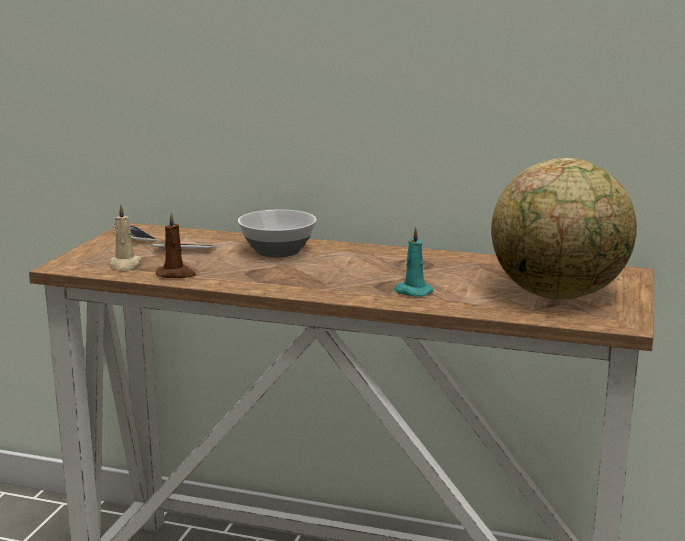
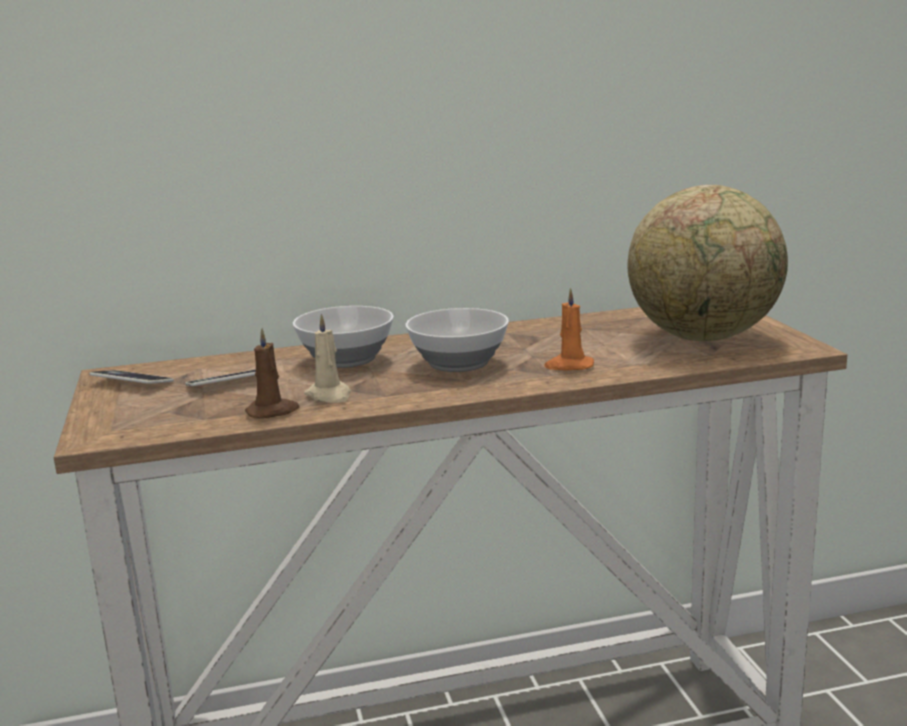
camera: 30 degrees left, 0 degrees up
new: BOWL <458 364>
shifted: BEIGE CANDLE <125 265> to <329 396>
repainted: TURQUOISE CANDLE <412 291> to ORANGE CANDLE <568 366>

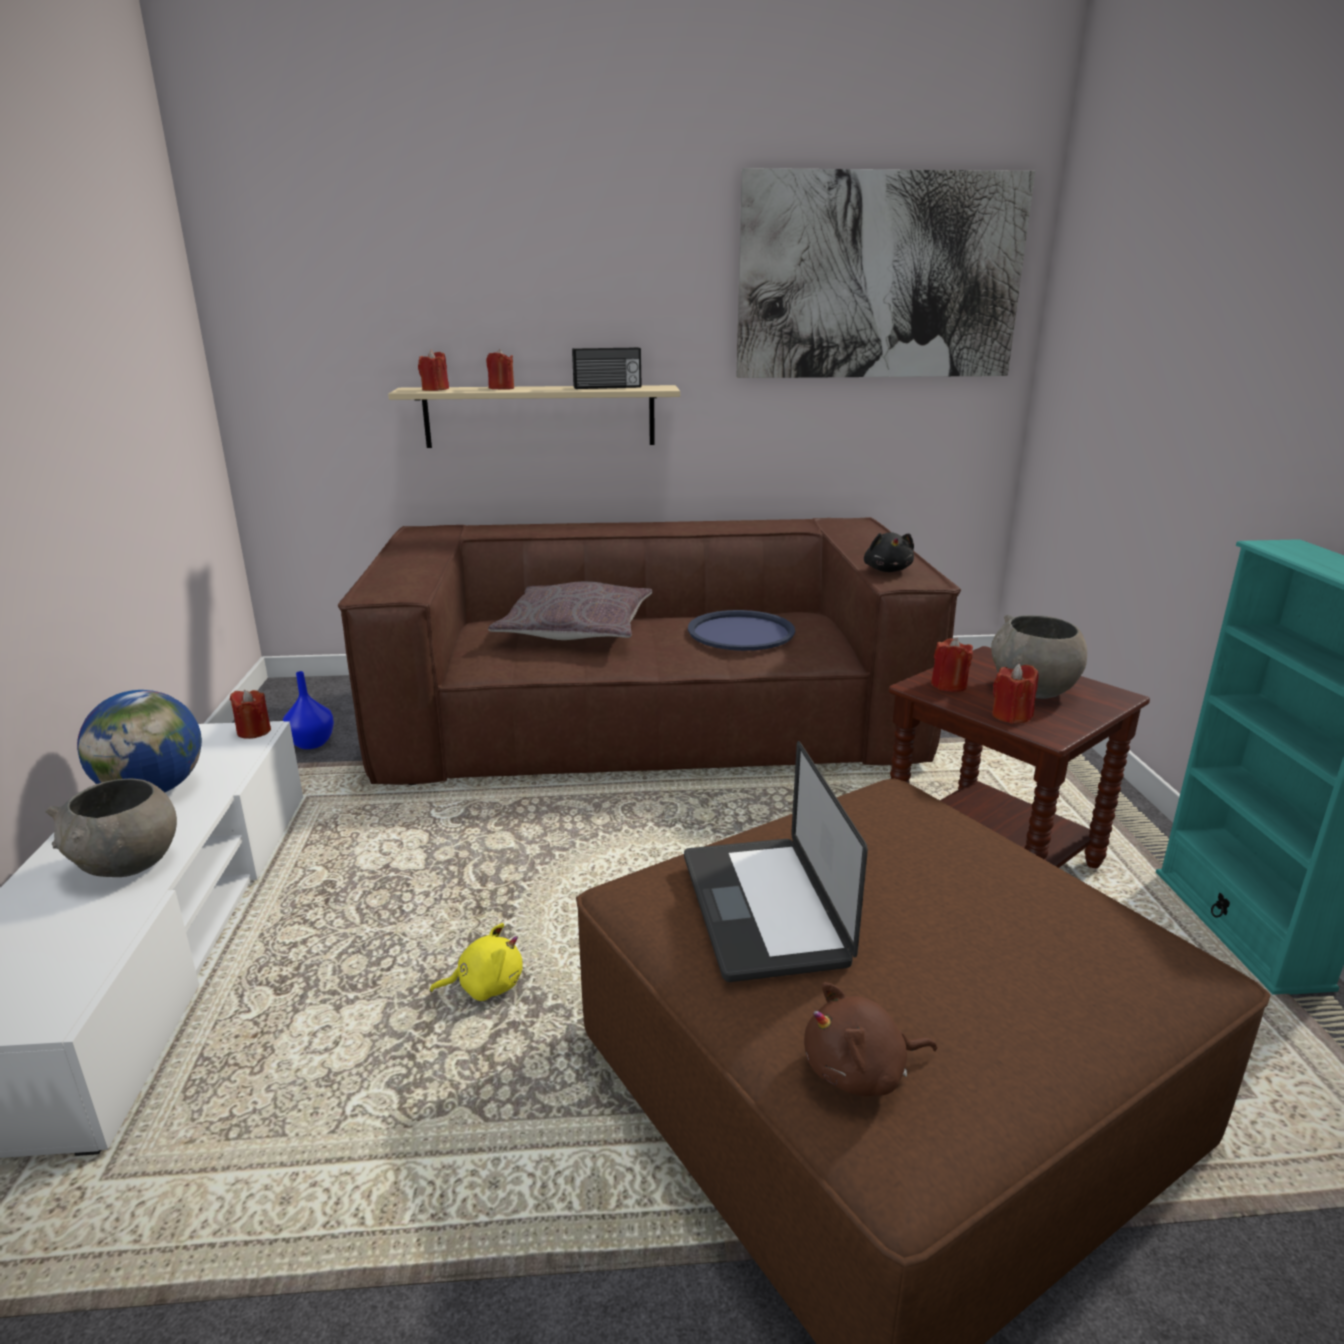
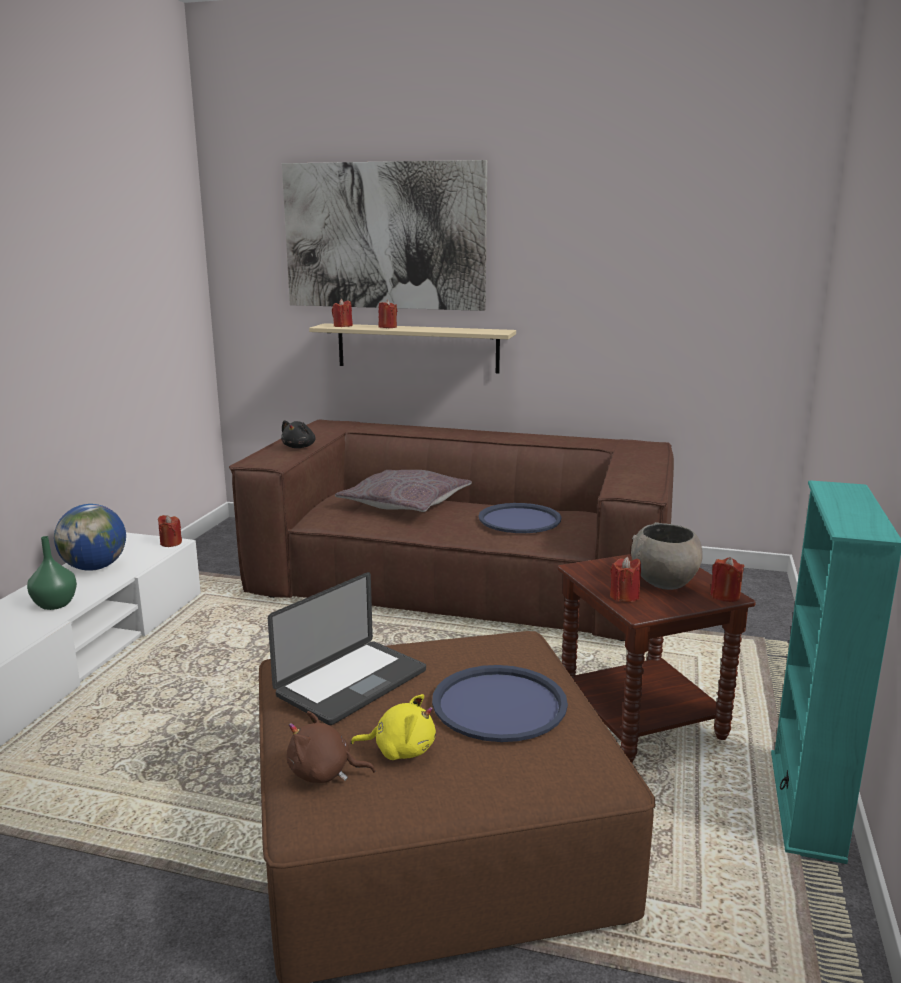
camera: 20 degrees right, 5 degrees down
gone: RADIO <607 387>; BLUE VASE <312 743>
new: BLUE TRAY <499 704>
shifted: PICTURE <879 277> to <384 236>; BLACK PLUSH TOY <887 570> to <299 447>; RED CANDLE <949 685> to <725 596>; YELLOW PLUSH TOY <485 985> to <400 750>
swapped: GREY BOWL <128 865> to GREEN VASE <56 605>
rotated: LAPTOP <763 908> = <352 683> 150 degrees counterclockwise

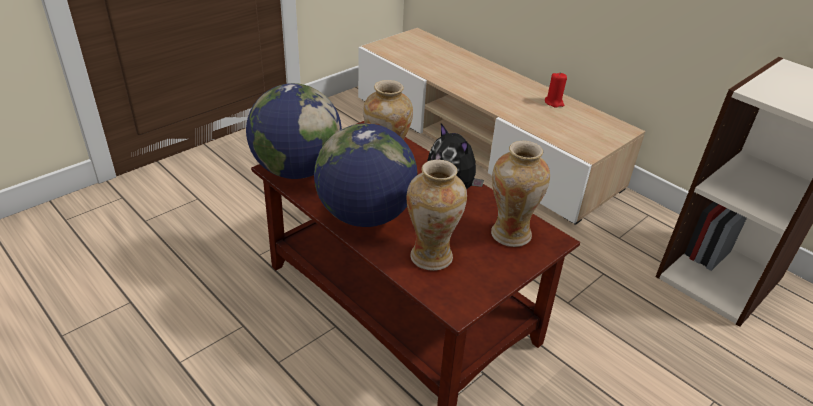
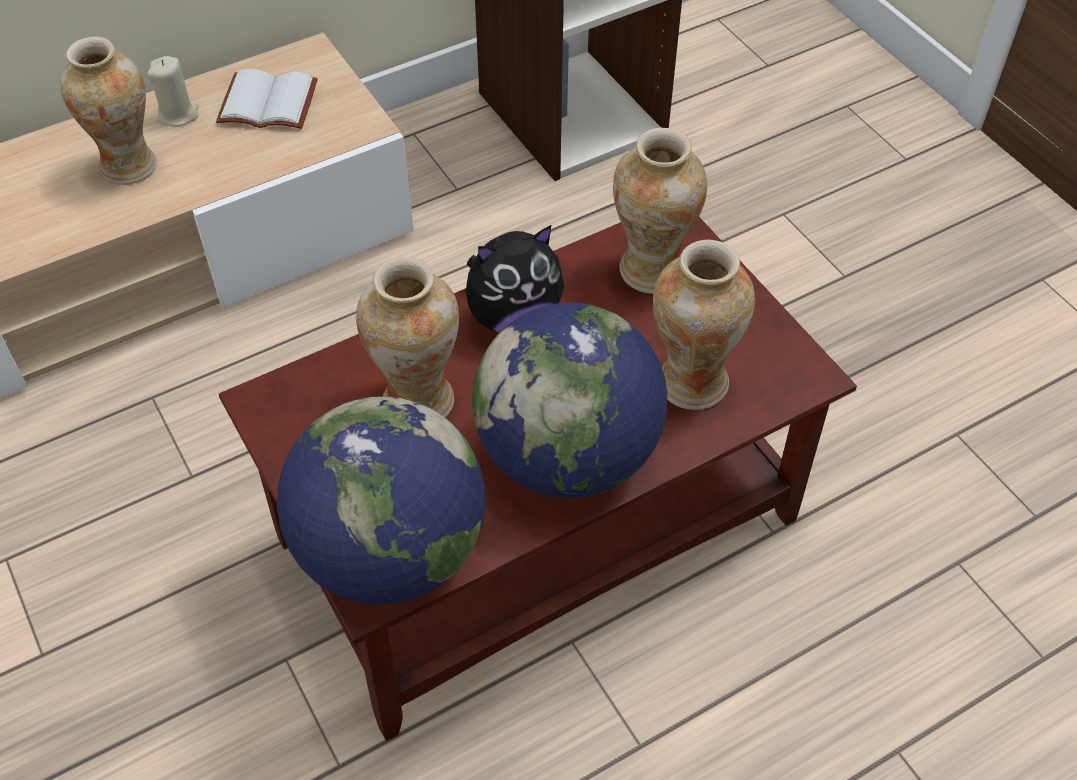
camera: 75 degrees left, 15 degrees up
new: VASE <129 166>; WHITE BOOK <266 105>
repainted: RED CANDLE <554 102> to BEIGE CANDLE <178 114>

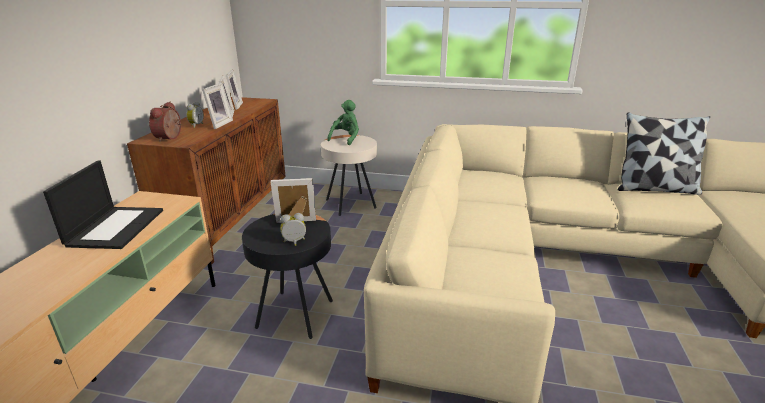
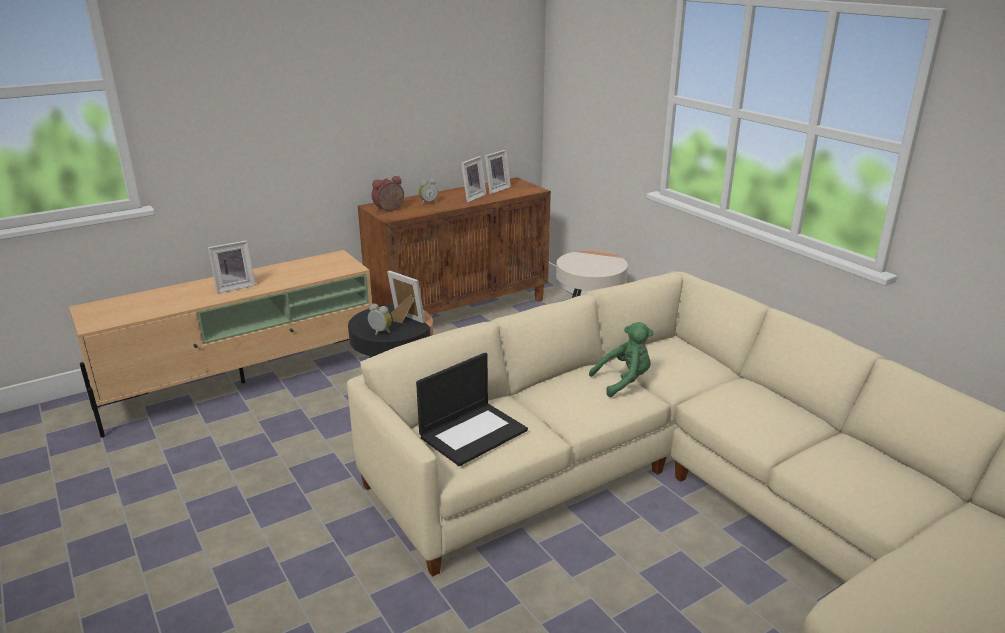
camera: 45 degrees right, 0 degrees up
gone: PILLOW <654 188>
shifted: PICTURE FRAME <218 124> to <234 286>; GREEN PLUSH TOY <346 138> to <624 381>; LAPTOP <116 227> to <473 433>

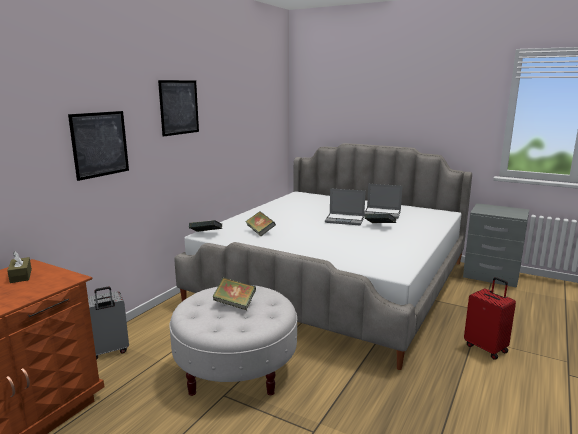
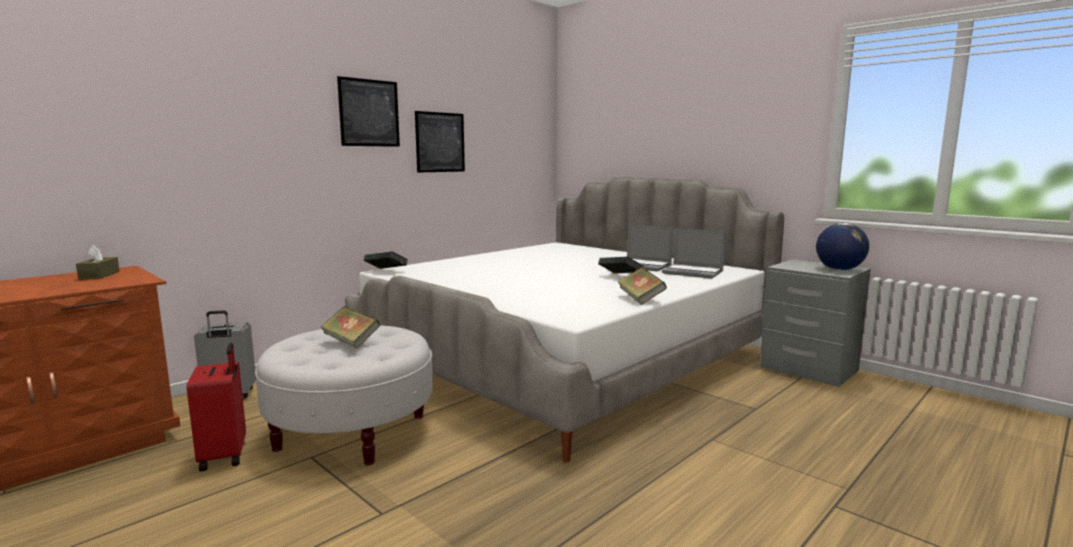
camera: 15 degrees right, 5 degrees down
new: GLOBE <839 269>
shifted: PICTURE <100 144> to <440 142>; LAPTOP <345 220> to <693 272>; BOOK <260 232> to <640 299>; RED SUITCASE <486 348> to <225 456>

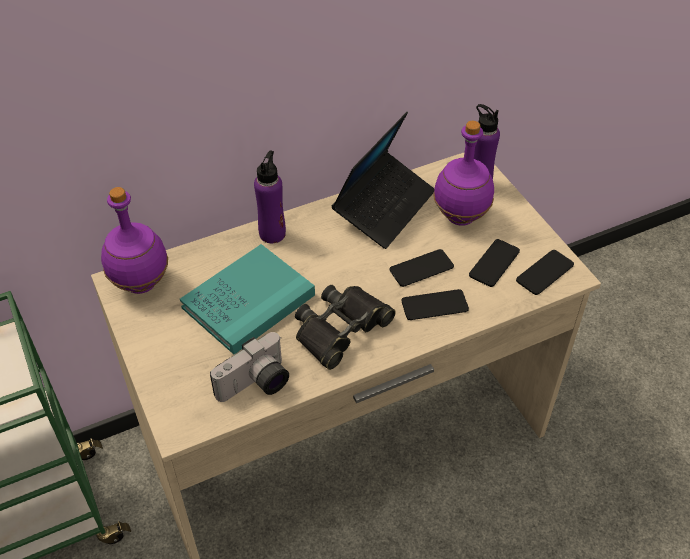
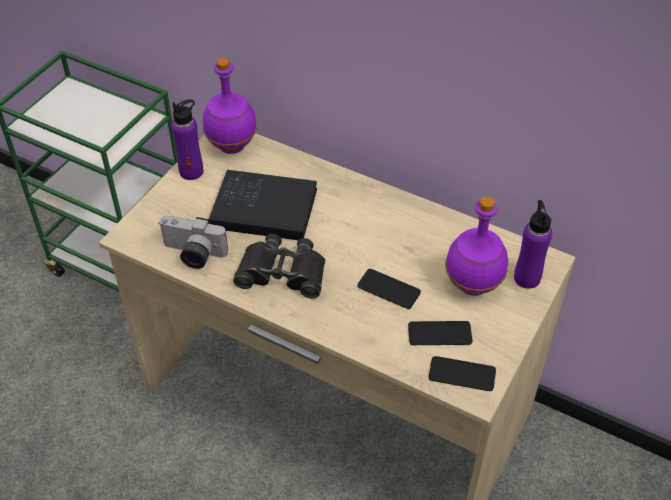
camera: 55 degrees right, 0 degrees up
gone: LAPTOP <384 207>; PHONE <434 305>
shifted: PURPLE BOTTLE <272 233> to <191 171>
repainted: TURQUOISE BOOK <248 301> to BLACK BOOK <264 208>

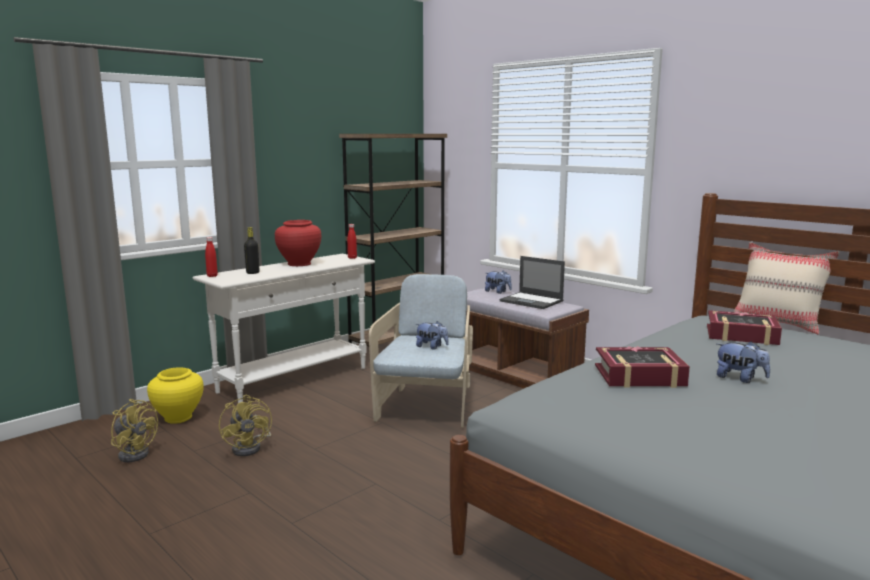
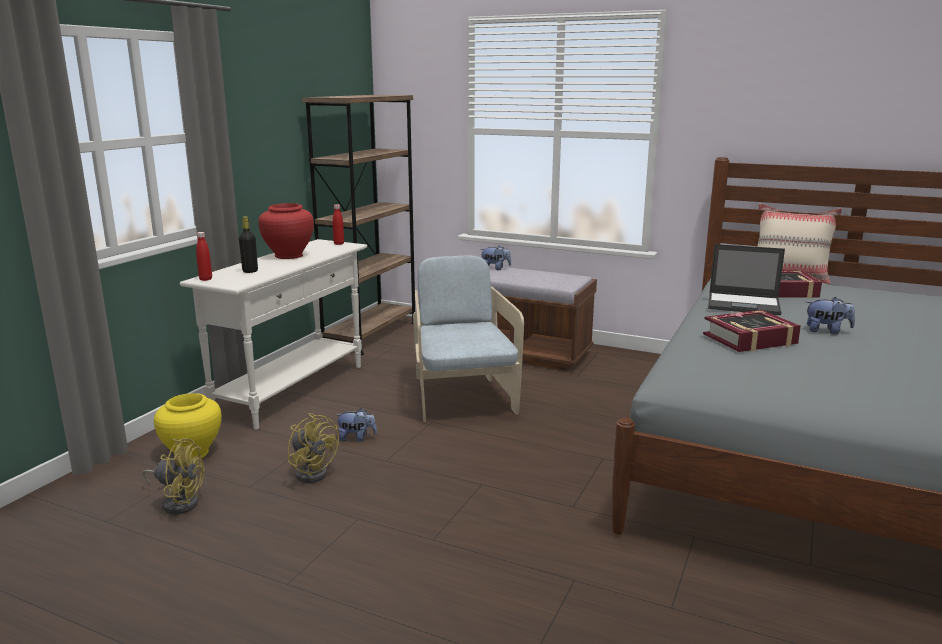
camera: 20 degrees left, 5 degrees up
shifted: LAPTOP <532 301> to <744 304>; PLUSH TOY <431 347> to <357 438>

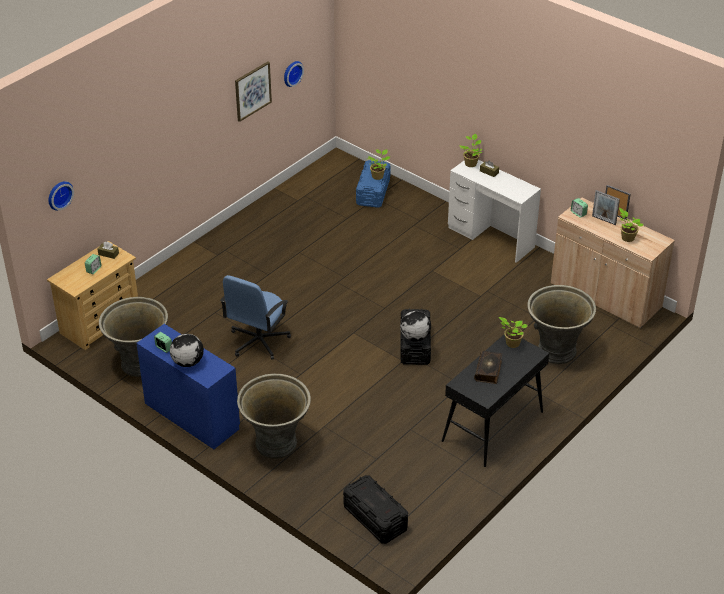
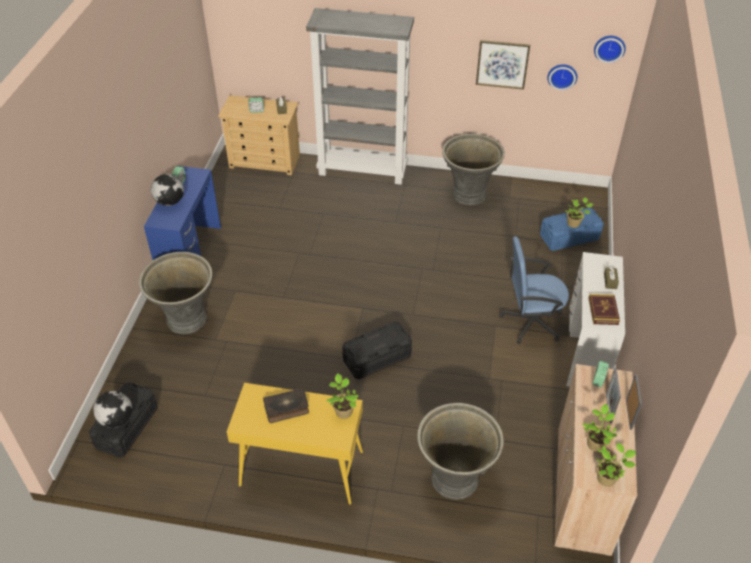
camera: 60 degrees right, 5 degrees up
new: GREY BOOKCASE <363 170>; BOOK <603 311>
shifted: POTTED PLANT <471 163> to <607 478>; WALL CLOCK <59 194> to <609 48>; BLUE OFFICE CHAIR <258 341> to <530 321>; GREY PLANTER <139 363> to <469 194>; GLOBE <414 337> to <116 419>
repainted: BLACK CONSOLE TABLE <492 427> to YELLOW CONSOLE TABLE <301 469>

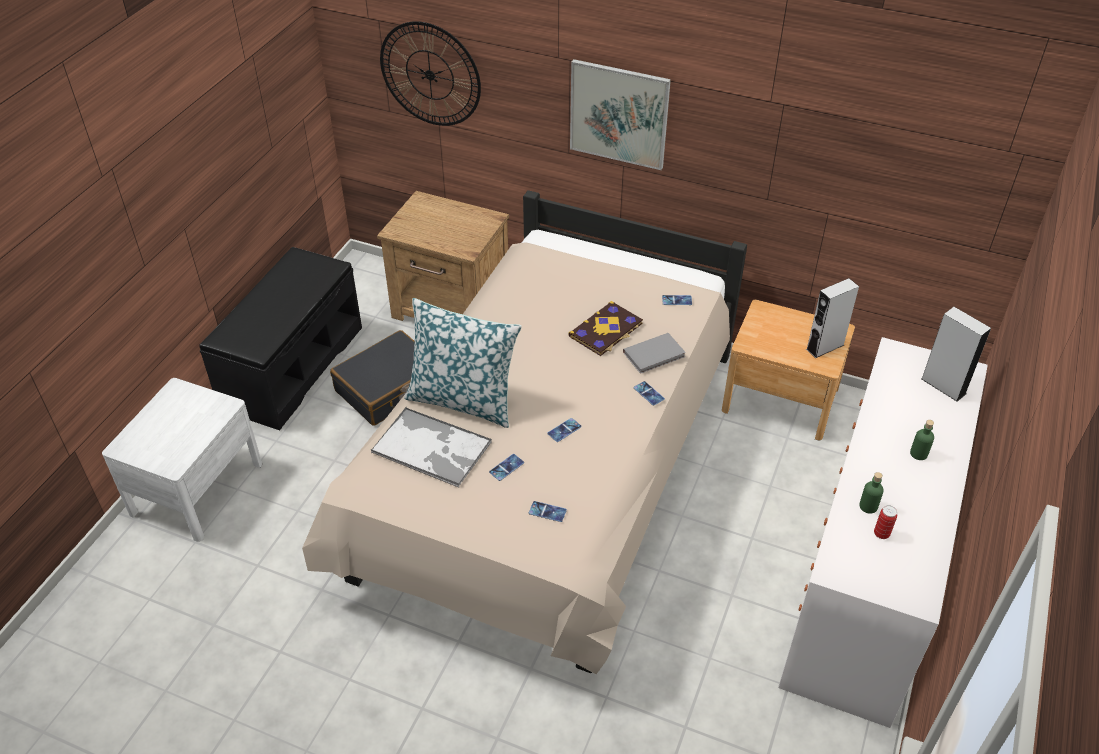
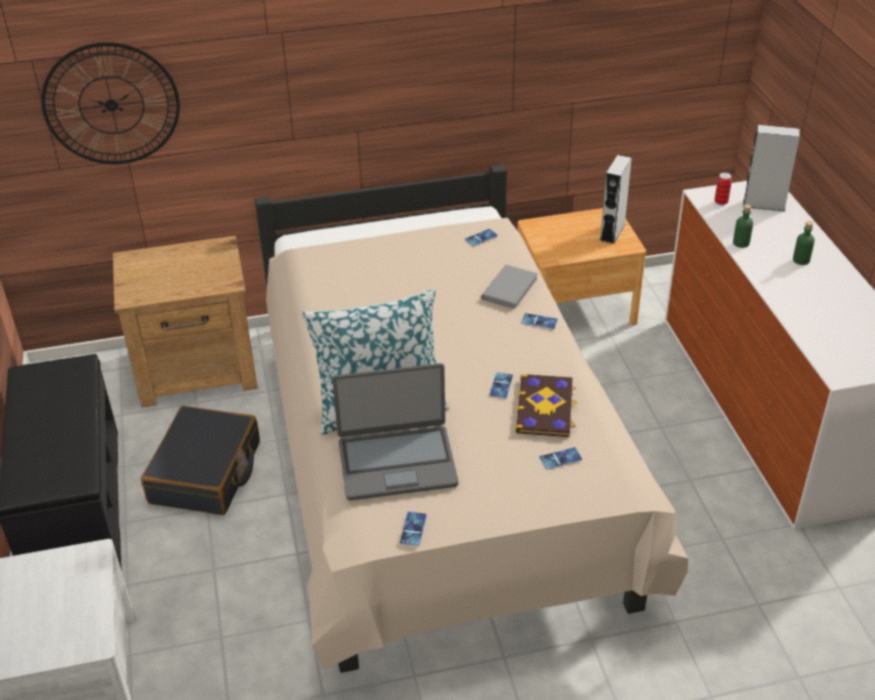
camera: 35 degrees left, 5 degrees down
gone: PICTURE <619 114>
shifted: BOOK <606 330> to <546 407>; PHONE <506 467> to <413 529>; GREEN BOTTLE <868 506> to <741 243>; CAN <881 533> to <721 202>
swapped: TRAY <432 448> to LAPTOP <397 462>

